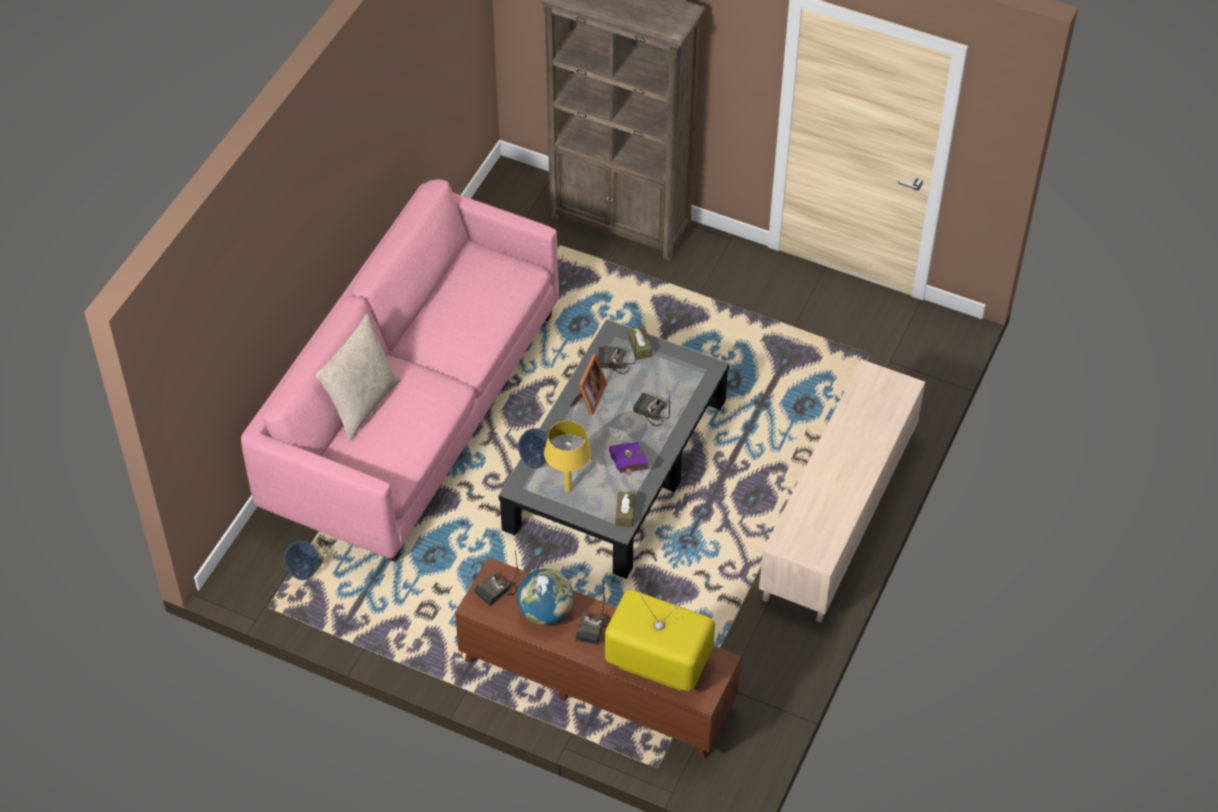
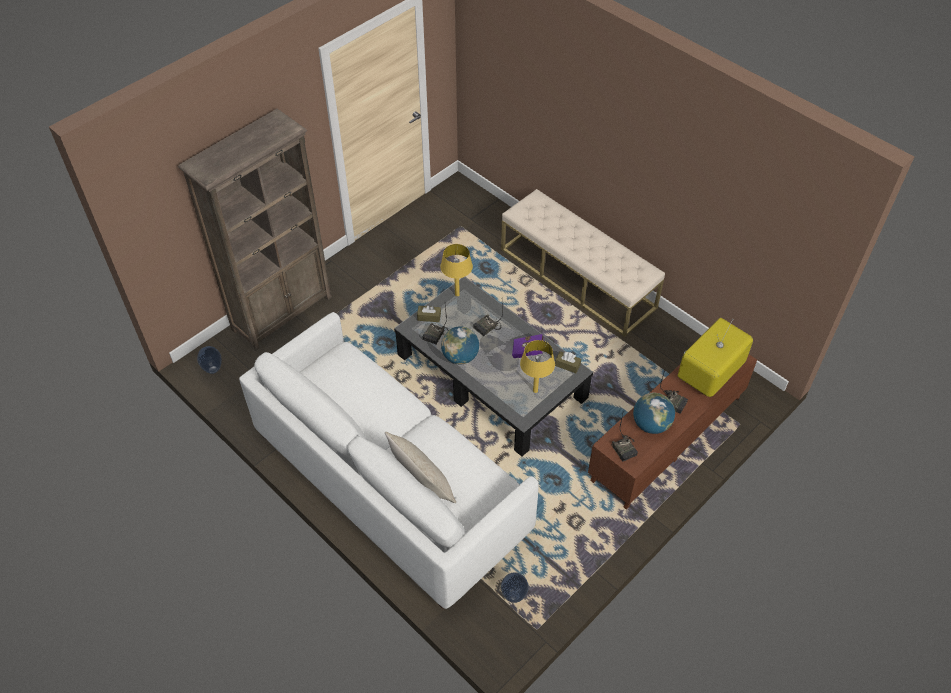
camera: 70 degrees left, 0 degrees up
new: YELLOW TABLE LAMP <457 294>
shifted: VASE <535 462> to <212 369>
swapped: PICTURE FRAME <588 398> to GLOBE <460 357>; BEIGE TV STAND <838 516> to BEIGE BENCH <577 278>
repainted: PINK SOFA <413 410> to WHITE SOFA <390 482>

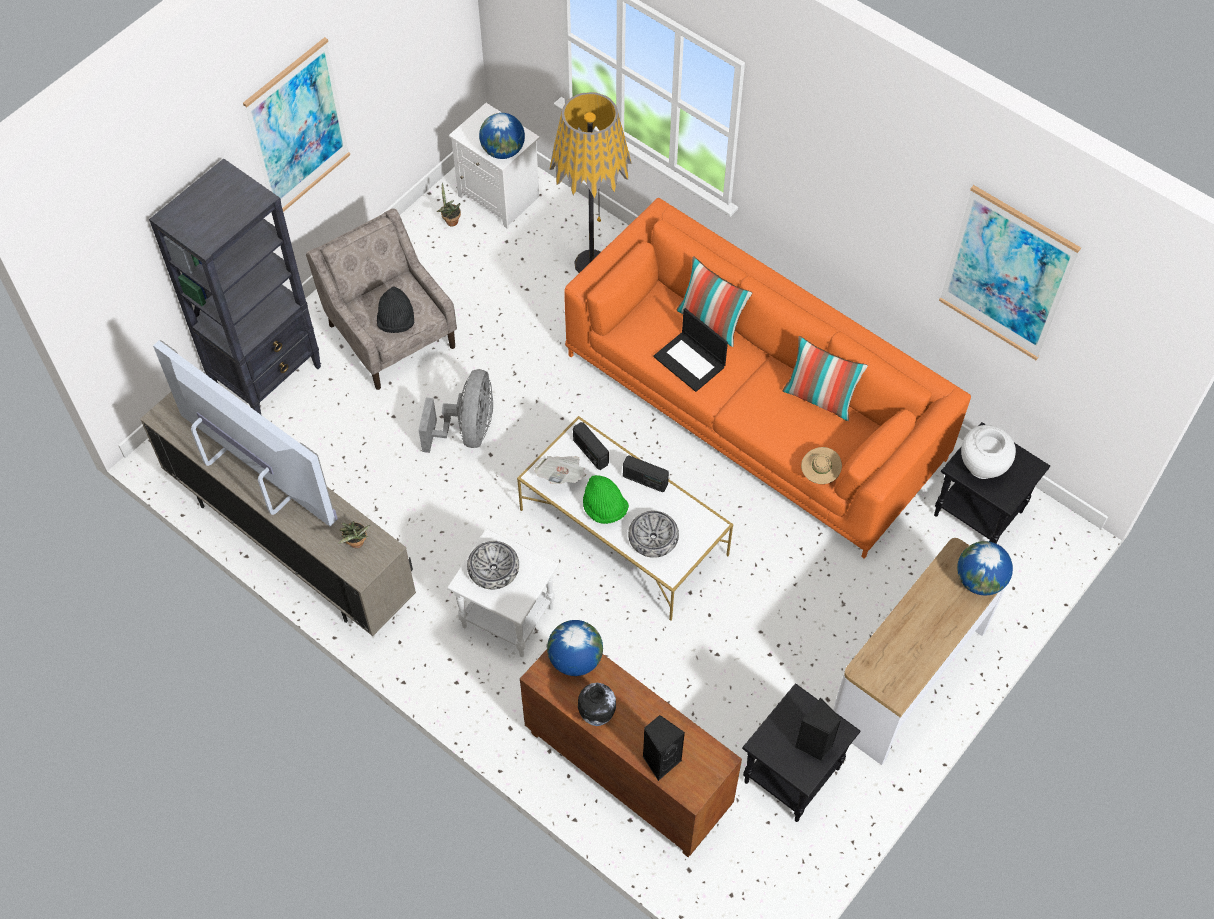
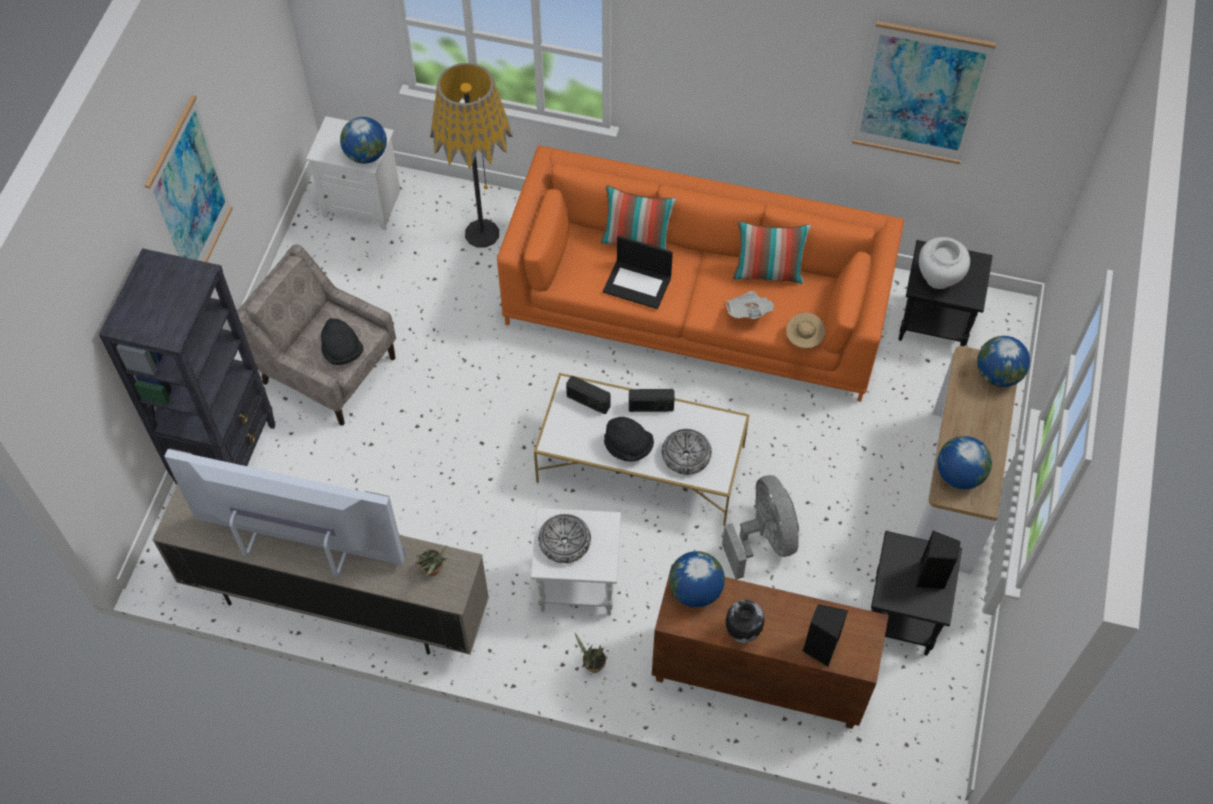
camera: 25 degrees left, 0 degrees up
new: GLOBE <959 475>
shifted: POTTED PLANT <450 220> to <592 665>; GREY FAN <467 430> to <763 539>; NEWSPAPER <562 476> to <748 312>
repainted: GREEN HAT <604 508> to BLACK HAT <628 447>

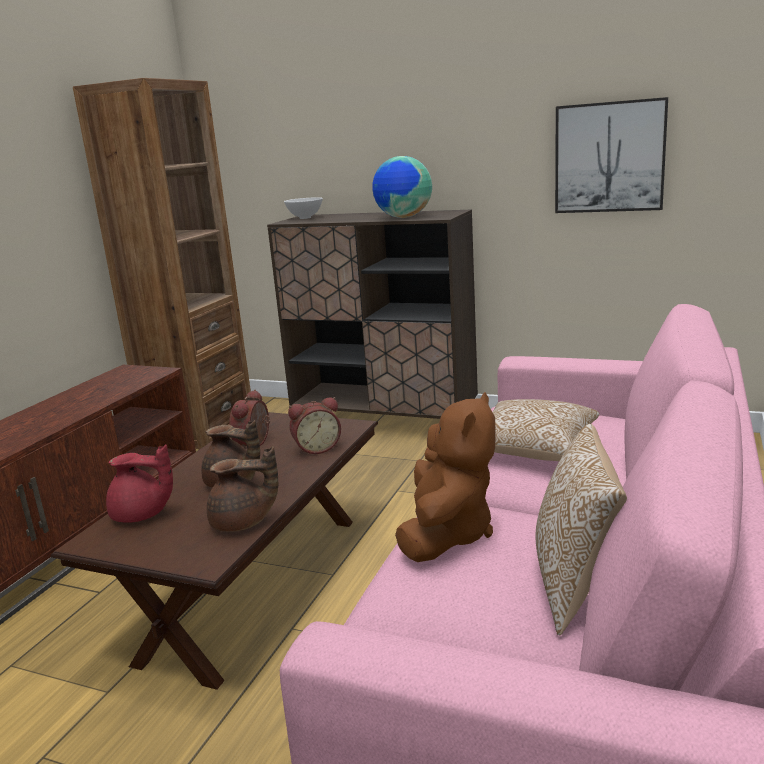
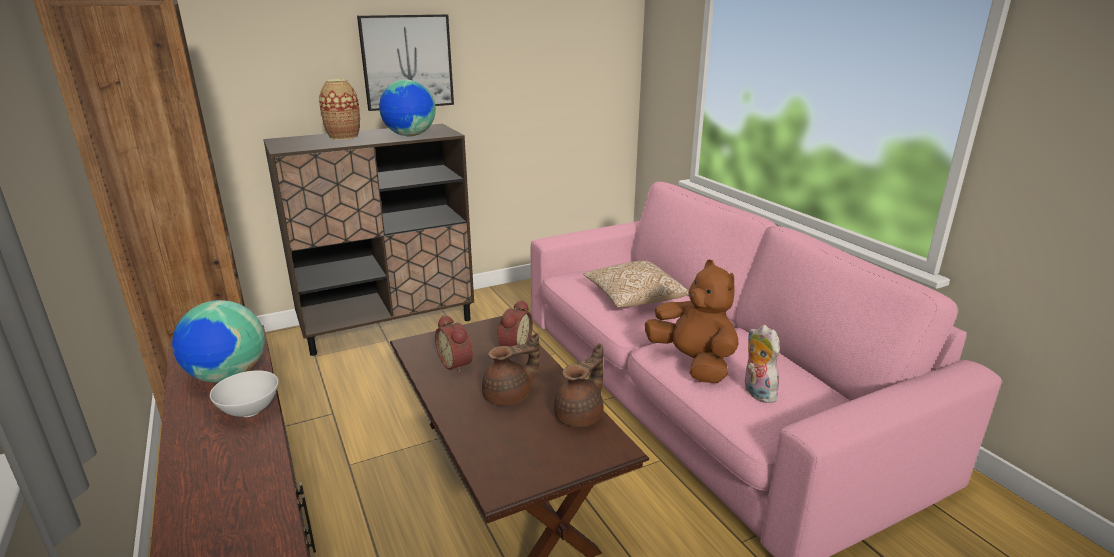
camera: 50 degrees left, 5 degrees up
gone: PILLOW <576 585>; RED TEAPOT <142 515>
new: VASE <343 136>; GLOBE <227 376>; PLUSH TOY <756 392>
shifted: PICTURE <609 157> to <407 62>; WHITE BOWL <305 218> to <251 411>

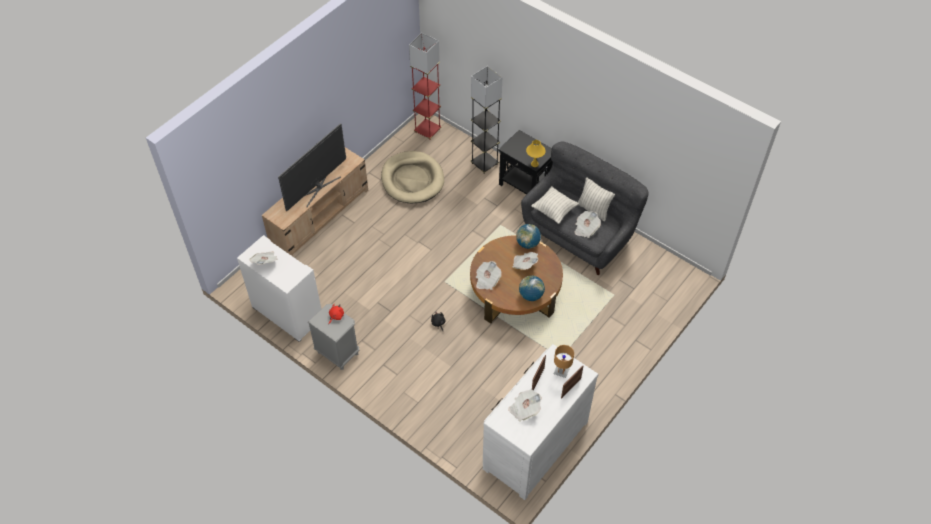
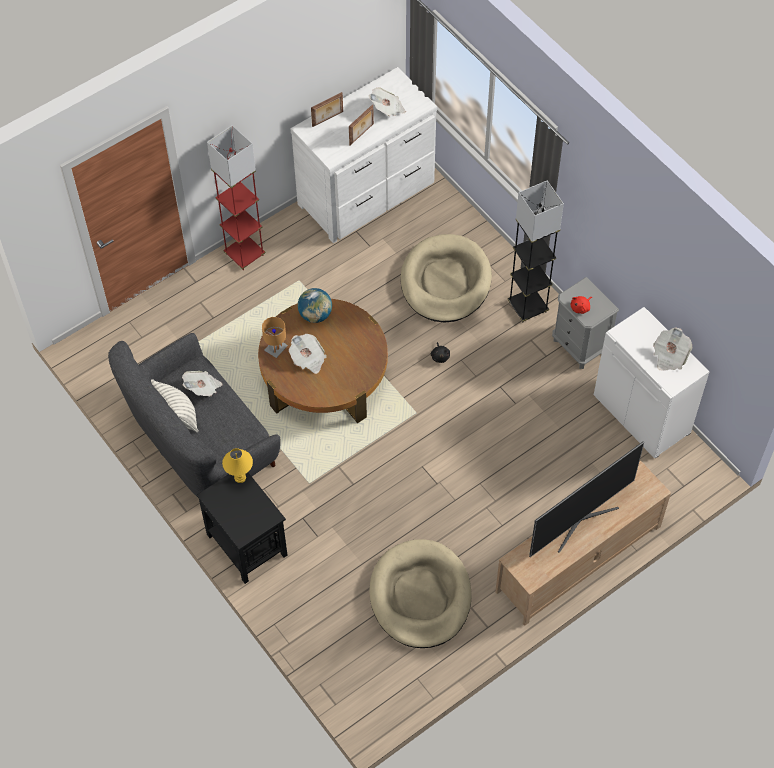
camera: 165 degrees left, 5 degrees up
gone: PILLOW <554 211>; GLOBE <527 244>; NEWSPAPER <487 280>
new: BEIGE DOG BED <445 281>
shifted: RED FLOOR LAMP <427 131> to <244 254>; GREY FLOOR LAMP <484 164> to <528 307>; BROWN TABLE LAMP <562 370> to <275 348>

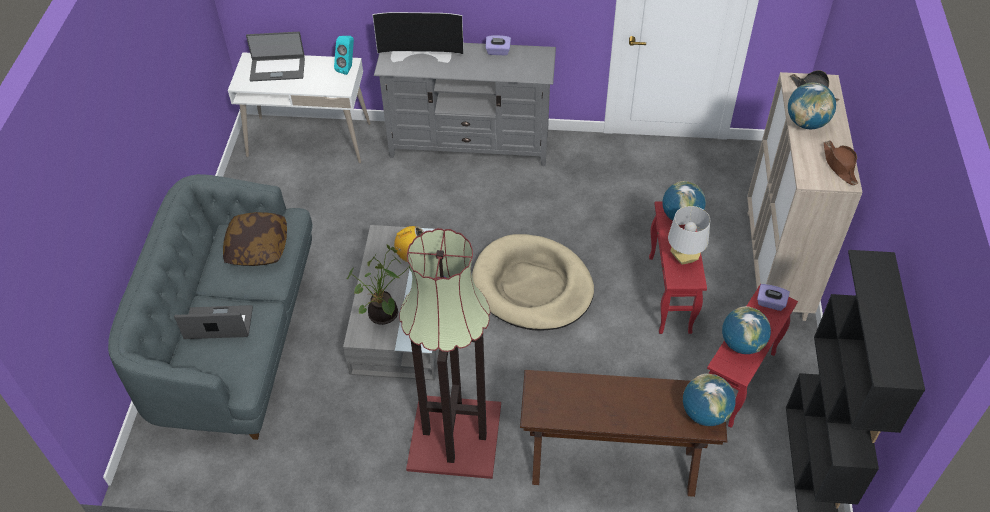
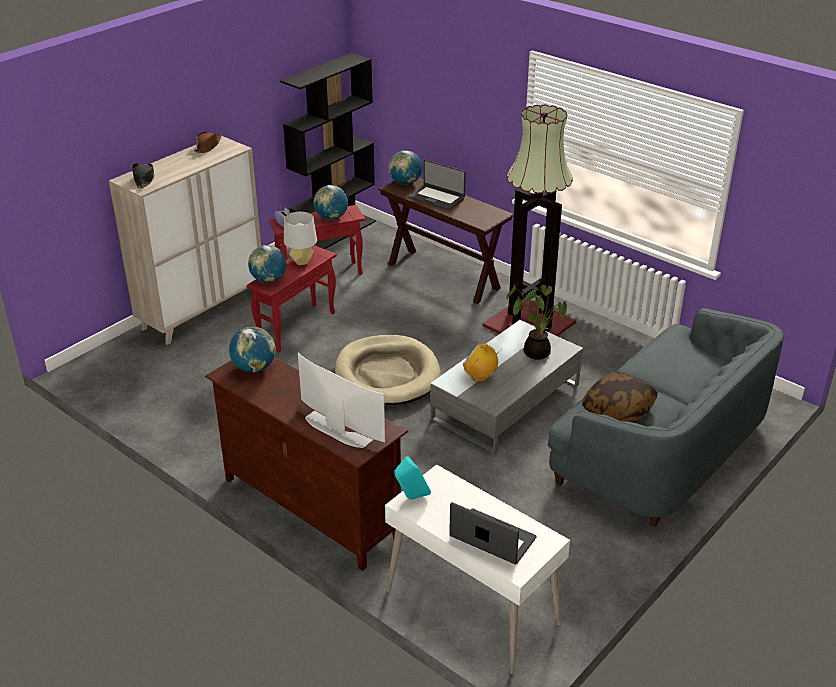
camera: 145 degrees left, 15 degrees down
gone: PURPLE TISSUE BOX <498 51>
shifted: GLOBE <806 123> to <254 368>; LAPTOP <218 324> to <437 198>
repainted: GREY TV STAND <470 145> to BROWN TV STAND <310 508>

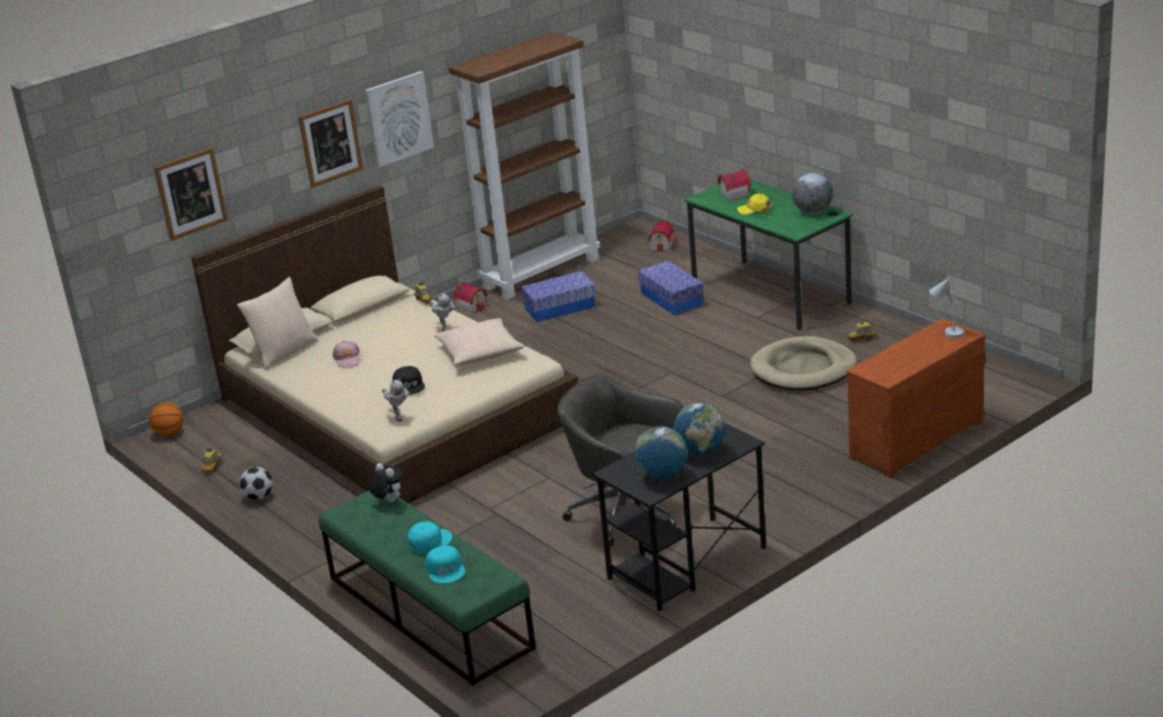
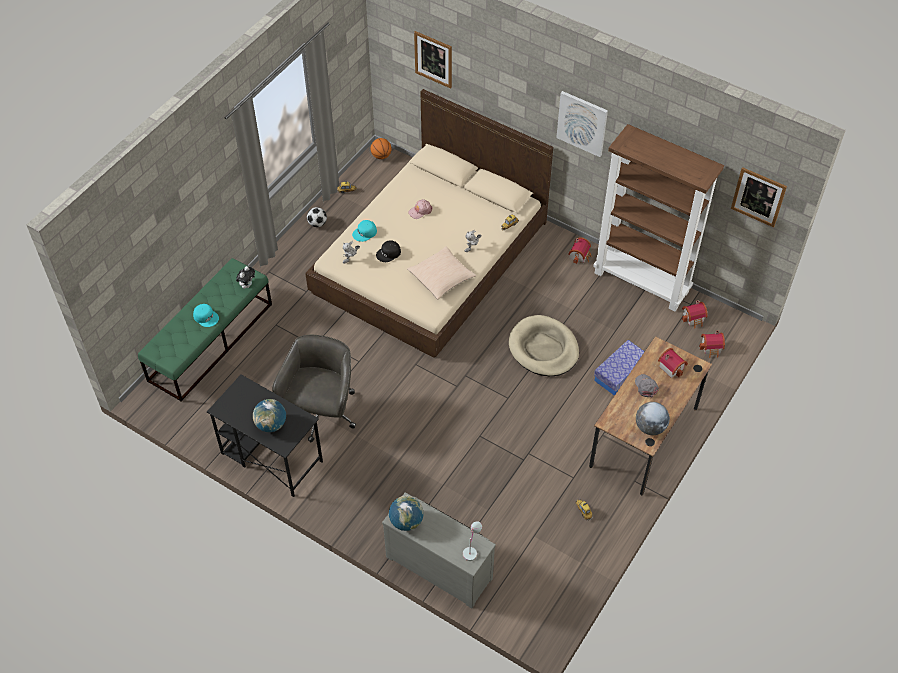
camera: 70 degrees right, 25 degrees up
gone: STORAGE BOX <560 307>; BEIGE PILLOW <284 352>
new: TOY HOUSE <694 318>
shifted: PICTURE <330 143> to <758 197>; BEIGE DOG BED <803 369> to <543 348>; GLOBE <662 475> to <406 521>; TURQUOISE CAP <446 569> to <365 233>
repainted: GREEN DESK <770 294> to BROWN DESK <644 437>; YELLOW CAP <754 209> to GREY CAP <646 387>; BROWN DRESSER <913 438> to GREY DRESSER <440 565>

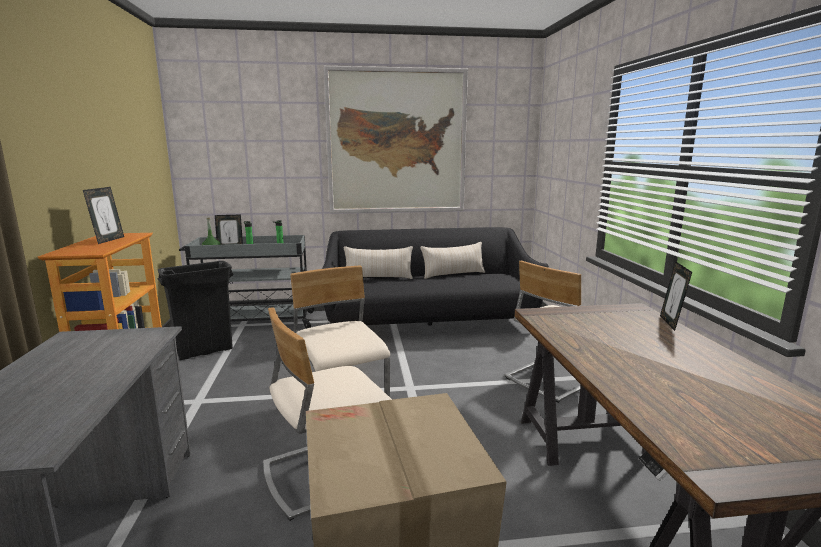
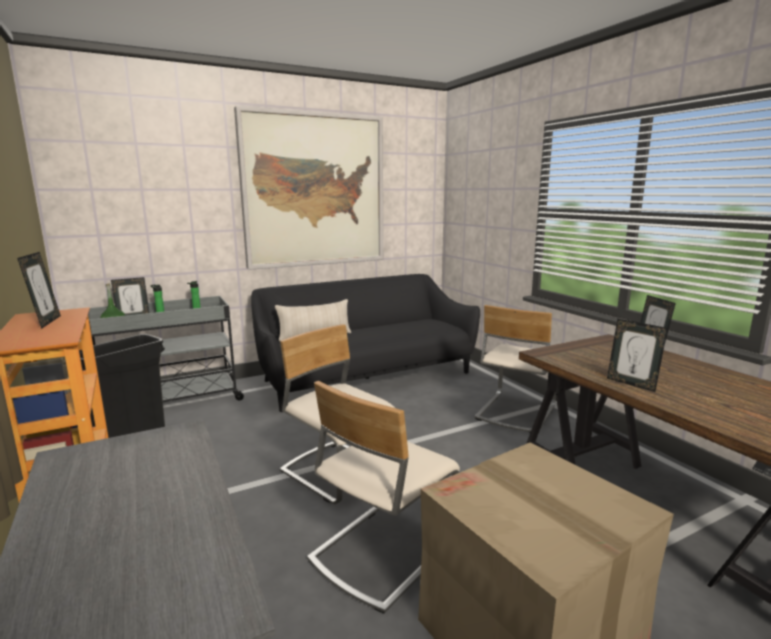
camera: 20 degrees left, 0 degrees up
gone: BEIGE PILLOW <453 274>
new: PICTURE FRAME <631 384>

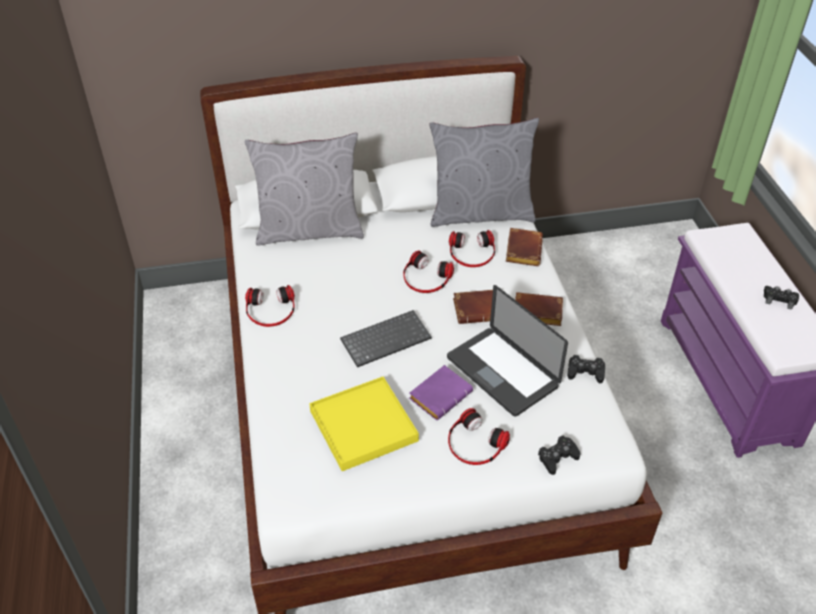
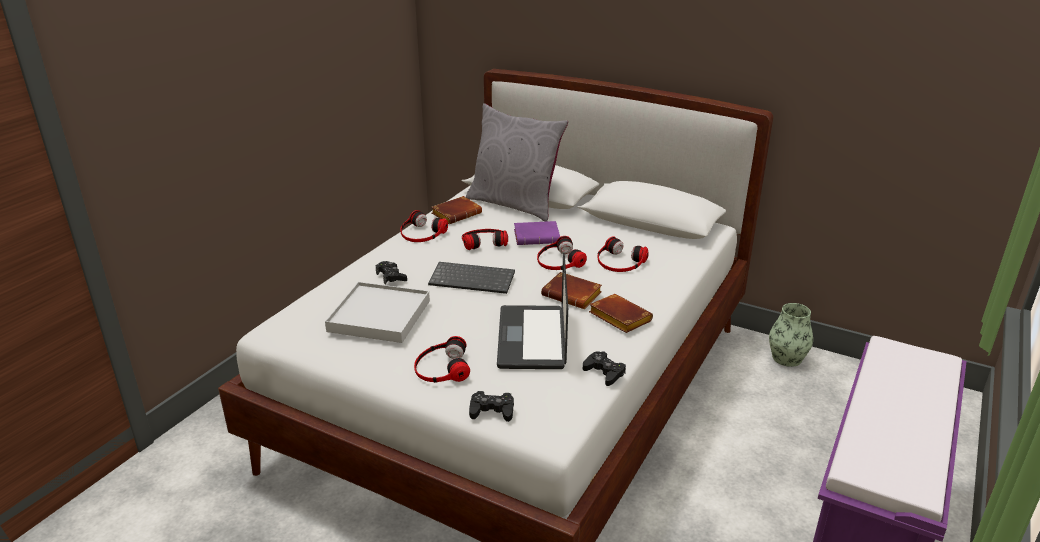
camera: 40 degrees right, 15 degrees down
gone: GREY PILLOW <480 213>
new: HEADPHONES <484 241>; VASE <787 358>
shifted: BROWN BOOK <522 250> to <457 214>; BLACK GAME CONTROLLER <779 299> to <391 277>; PURPLE BOOK <440 394> to <537 237>
repainted: YELLOW TRAY <364 426> to WHITE TRAY <379 316>

